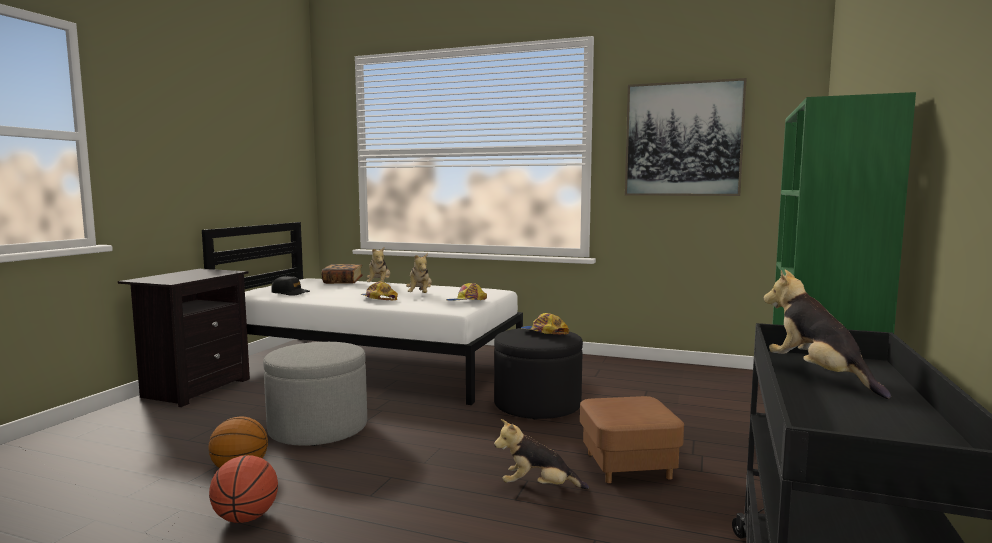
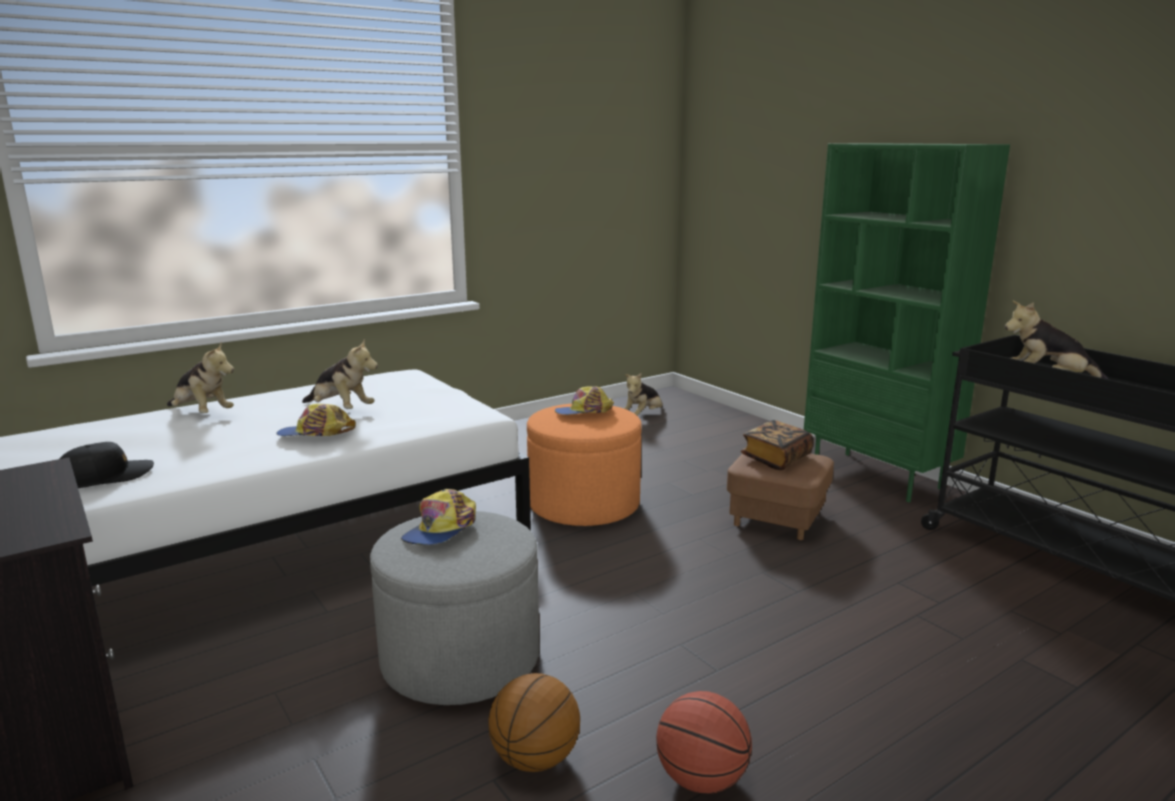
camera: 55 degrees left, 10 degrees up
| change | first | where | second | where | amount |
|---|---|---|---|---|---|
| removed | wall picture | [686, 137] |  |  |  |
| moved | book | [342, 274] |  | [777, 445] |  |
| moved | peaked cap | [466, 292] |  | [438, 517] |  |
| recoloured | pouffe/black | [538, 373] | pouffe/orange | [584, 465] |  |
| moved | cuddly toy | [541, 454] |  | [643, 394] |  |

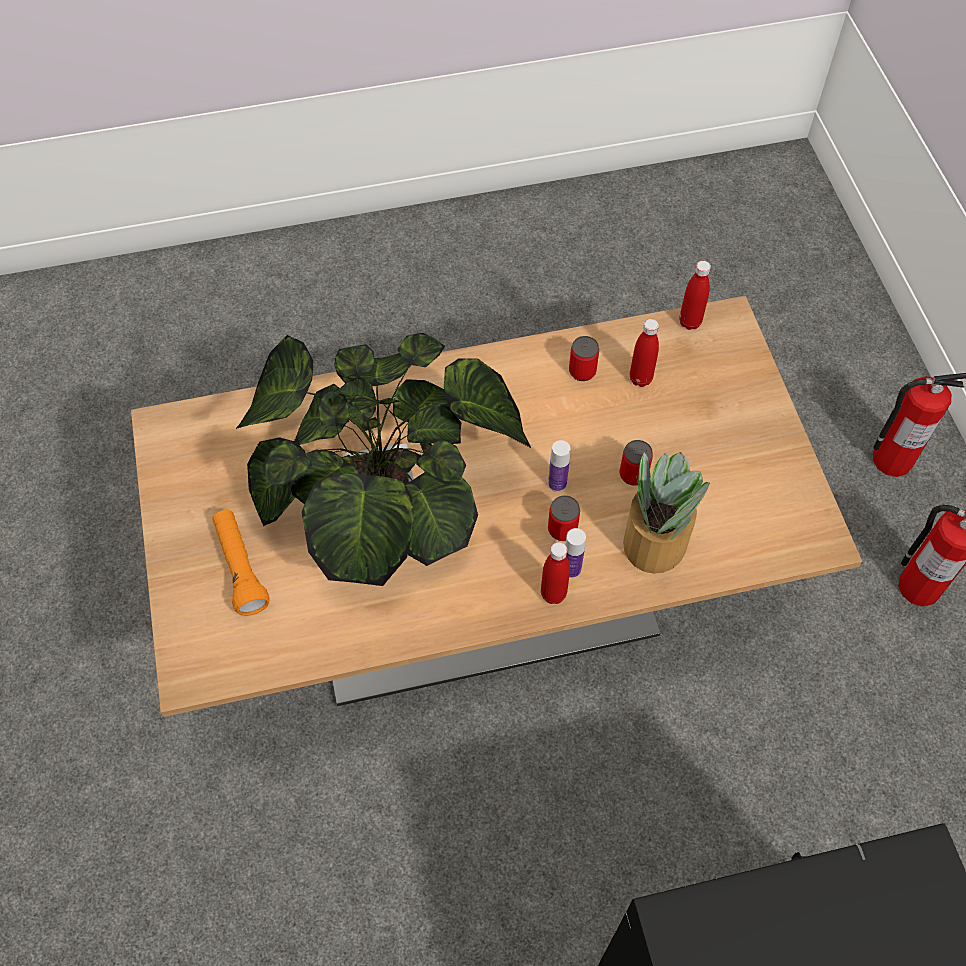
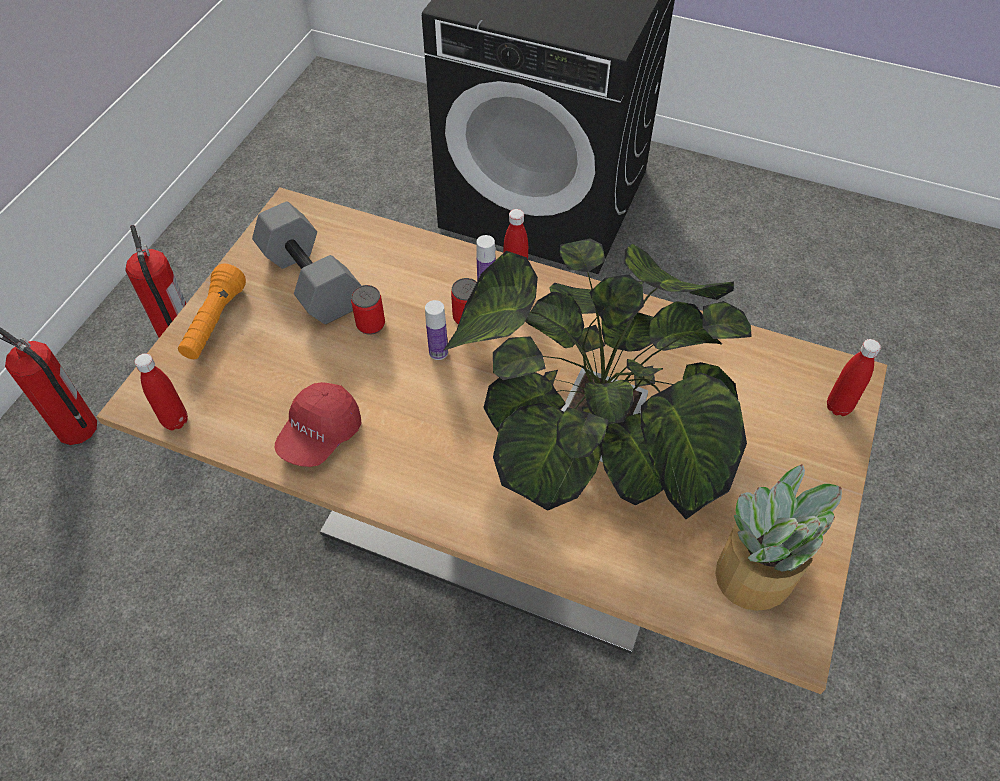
camera: 145 degrees left, 5 degrees down
| change | first | where | second | where | amount |
|---|---|---|---|---|---|
| moved | drink bottle/red-coloured | [644, 353] |  | [854, 377] |  |
| replaced | can | [584, 358] | peaked cap/red-coloured | [318, 424] |  |
| moved | houseplant | [666, 513] |  | [778, 537] |  |
| moved | flashlight/orange | [240, 563] |  | [212, 311] |  |
| added |  |  | free weight/greyish | [306, 262] |  |

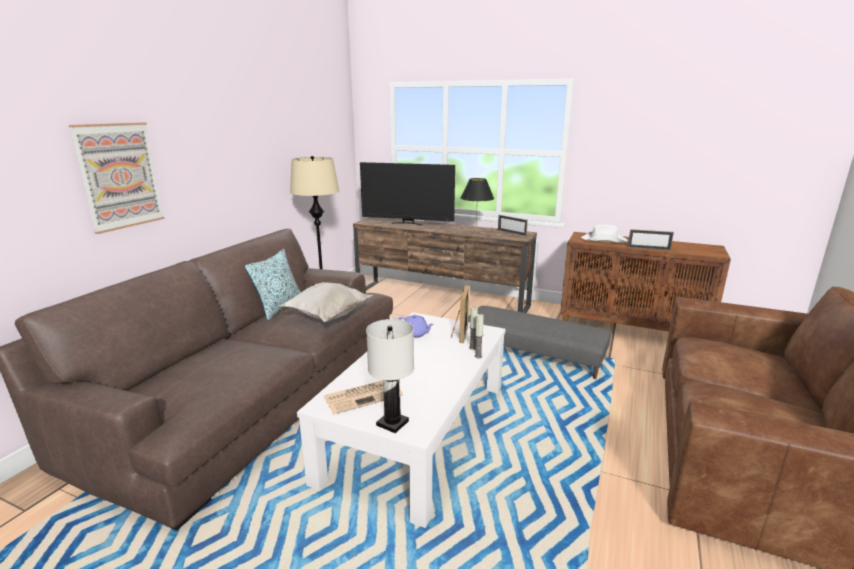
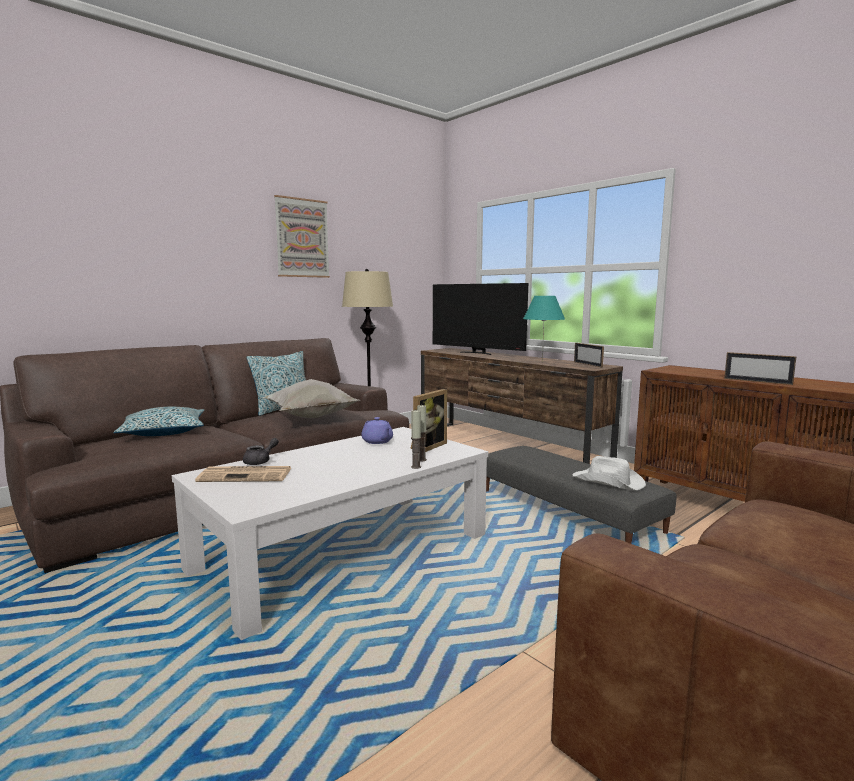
camera: 25 degrees right, 10 degrees down
| change | first | where | second | where | amount |
|---|---|---|---|---|---|
| moved | wall picture | [117, 178] |  | [302, 236] |  |
| recoloured | lamp for a table/black | [477, 201] | lamp for a table/blue-green | [544, 329] |  |
| moved | clothing hat/white-coloured | [604, 234] |  | [609, 473] |  |
| removed | lamp for a table/white-coloured | [390, 376] |  |  |  |
| added |  |  | pillow | [159, 421] |  |
| added |  |  | teapot/greyish | [261, 451] |  |

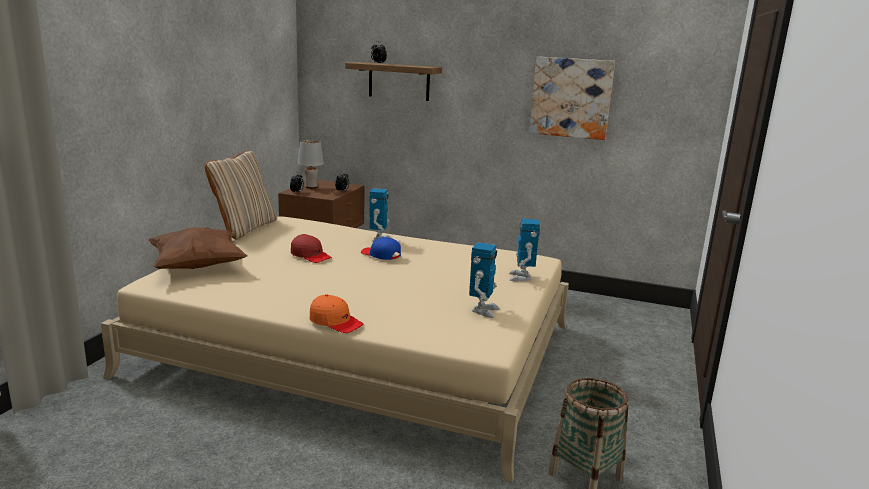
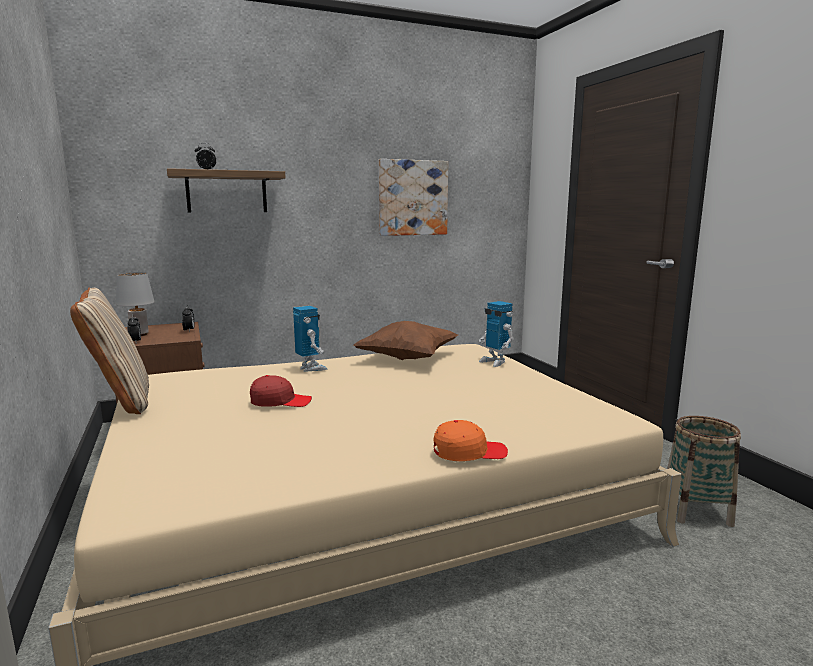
camera: 40 degrees left, 5 degrees down
| change | first | where | second | where | amount |
|---|---|---|---|---|---|
| moved | pillow/brownish | [198, 248] |  | [405, 340] |  |
| removed | peaked cap/bluish | [381, 248] |  |  |  |
| removed | model robot | [484, 280] |  |  |  |

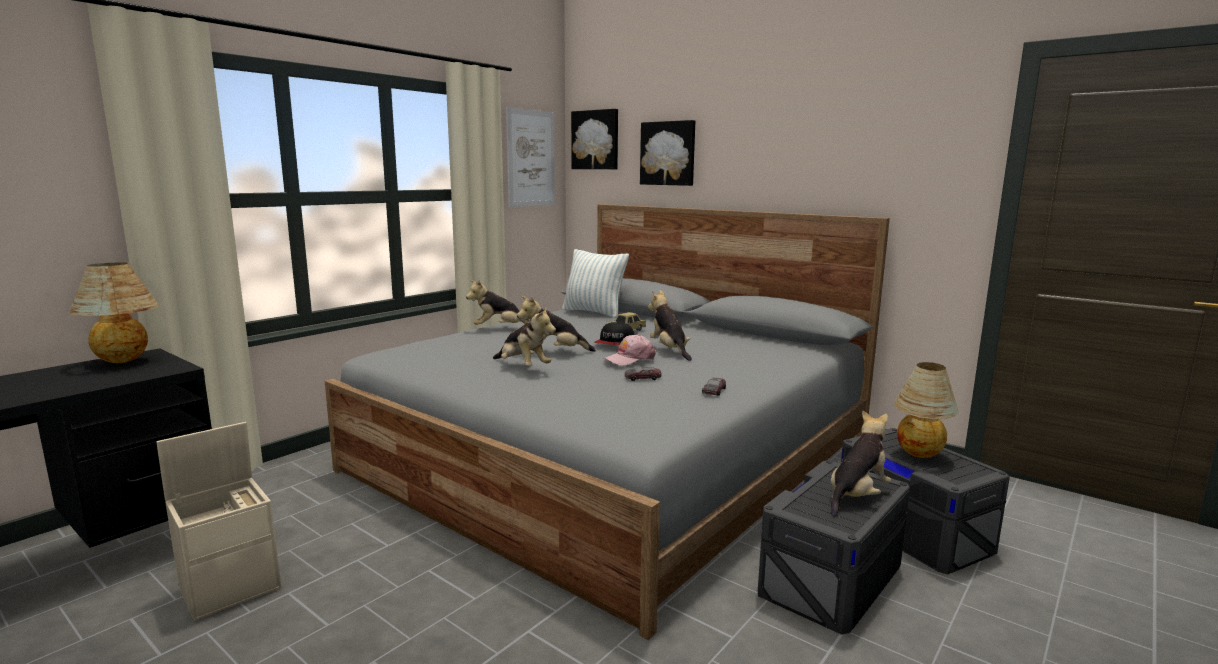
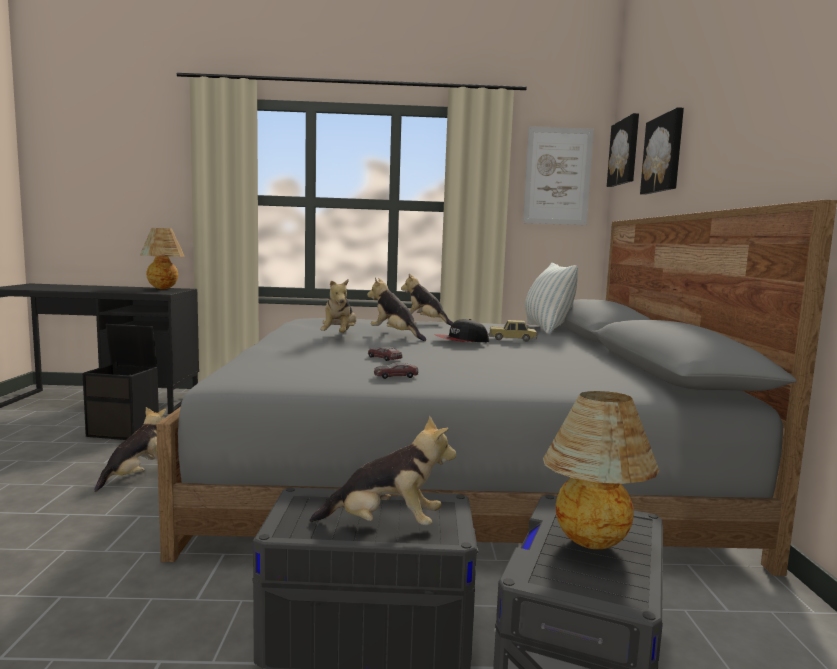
camera: 50 degrees right, 5 degrees down
| change | first | where | second | where | amount |
|---|---|---|---|---|---|
| moved | cuddly toy | [670, 325] |  | [130, 449] |  |
| removed | peaked cap/pinkish | [630, 350] |  |  |  |
| recoloured | storage box/sand-coloured | [218, 521] | storage box/black | [121, 382] |  |

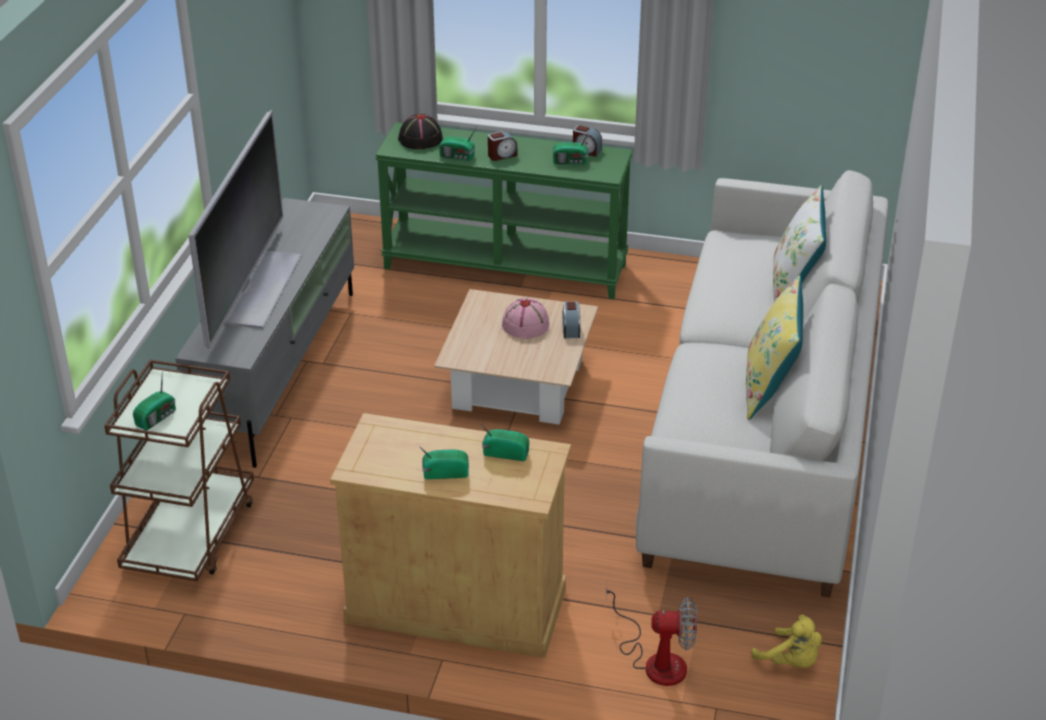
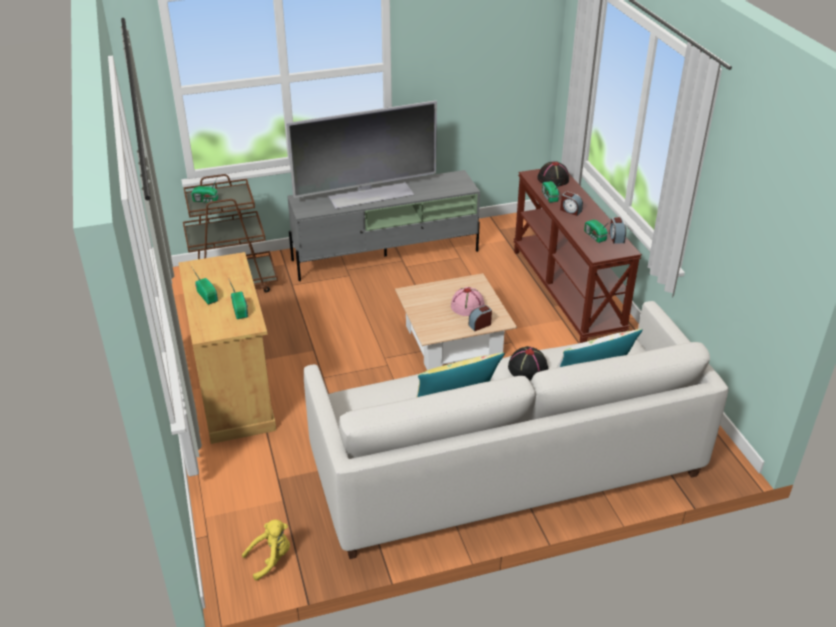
camera: 60 degrees right, 0 degrees up
| change | first | where | second | where | amount |
|---|---|---|---|---|---|
| recoloured | narrow table/greenish | [504, 211] | narrow table/brownish | [577, 256] |  |
| removed | electric fan | [651, 635] |  |  |  |
| turned | cuddly toy/yellowish | [786, 641] |  | [266, 550] | 135 degrees counterclockwise |
| added |  |  | clothing hat/black | [528, 363] |  |

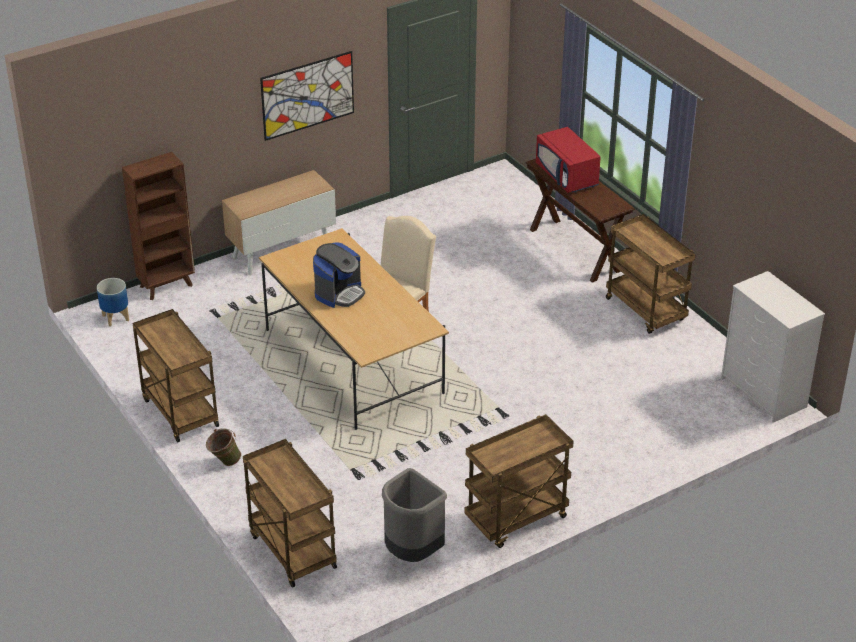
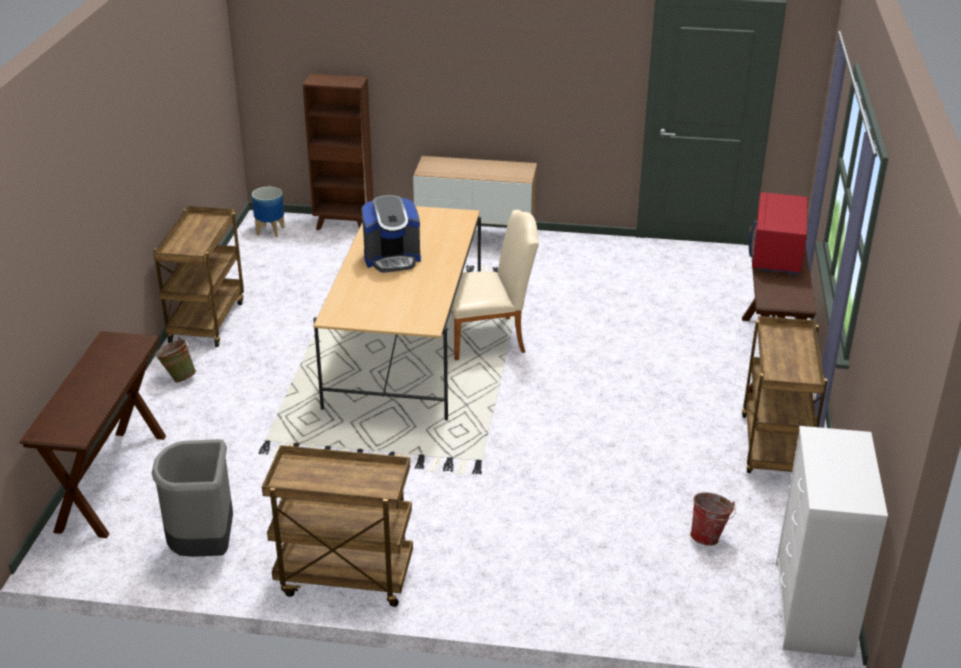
camera: 40 degrees right, 5 degrees down
| change | first | where | second | where | amount |
|---|---|---|---|---|---|
| removed | wall picture | [307, 96] |  |  |  |
| replaced | wheeled cart/brownish | [290, 513] | narrow table/brownish | [92, 434] |  |
| added |  |  | bucket | [713, 519] |  |

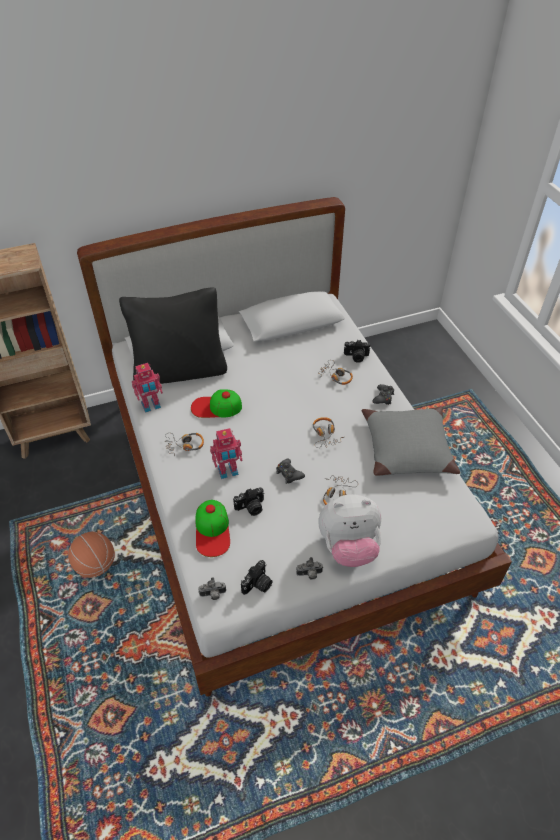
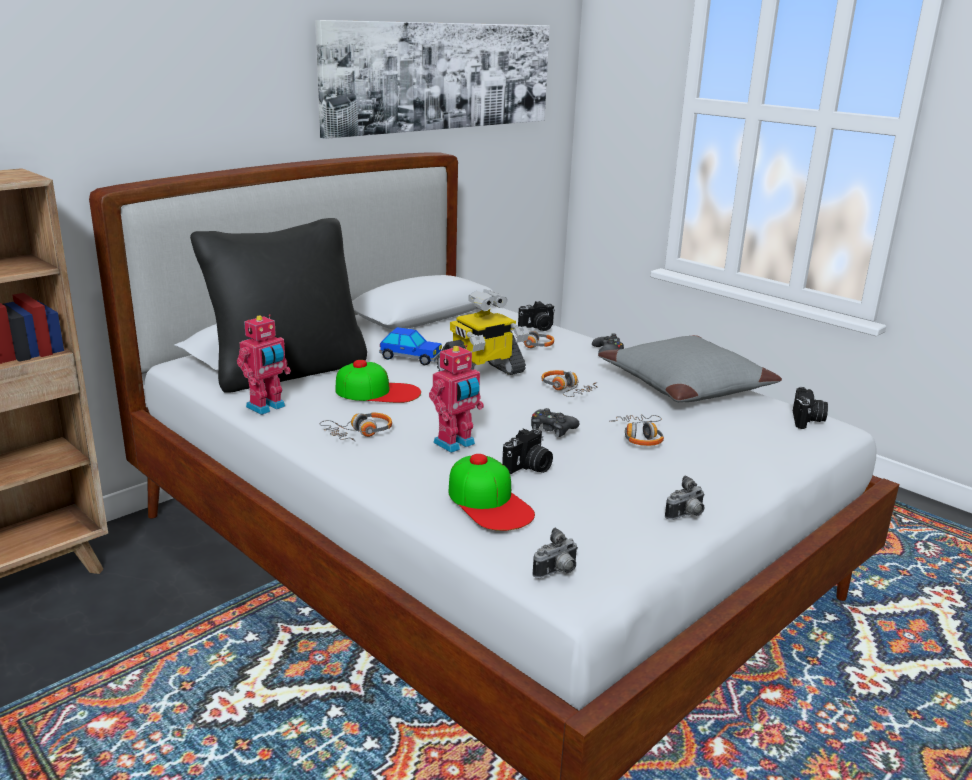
camera: 25 degrees left, 25 degrees down
| change | first | where | second | where | amount |
|---|---|---|---|---|---|
| turned | peaked cap | [216, 403] |  | [378, 381] | 150 degrees counterclockwise |
| removed | cuddly toy | [349, 530] |  |  |  |
| removed | ball for basketball | [91, 555] |  |  |  |
| moved | still camera | [257, 577] |  | [810, 408] |  |
| added |  |  | wall picture | [432, 79] |  |
| added |  |  | model robot | [483, 332] |  |
| added |  |  | model car | [410, 346] |  |

